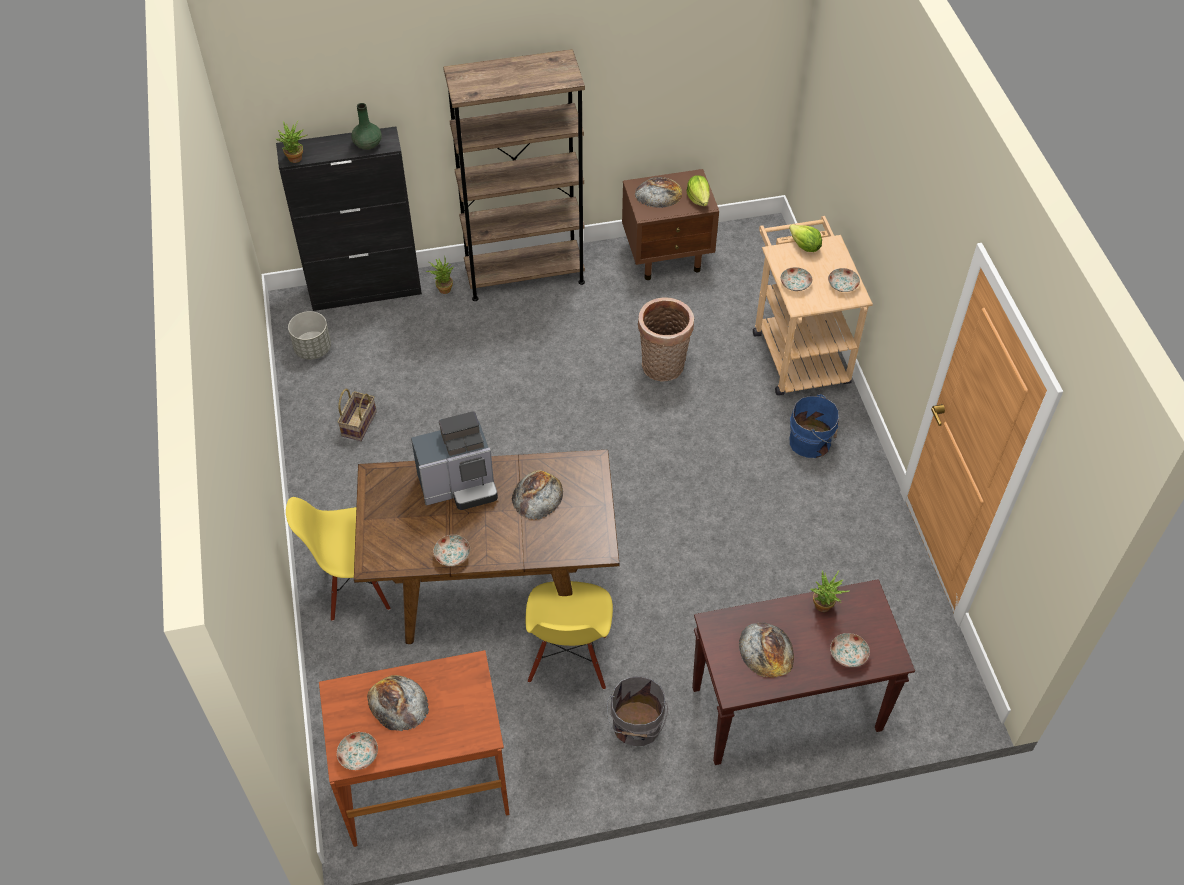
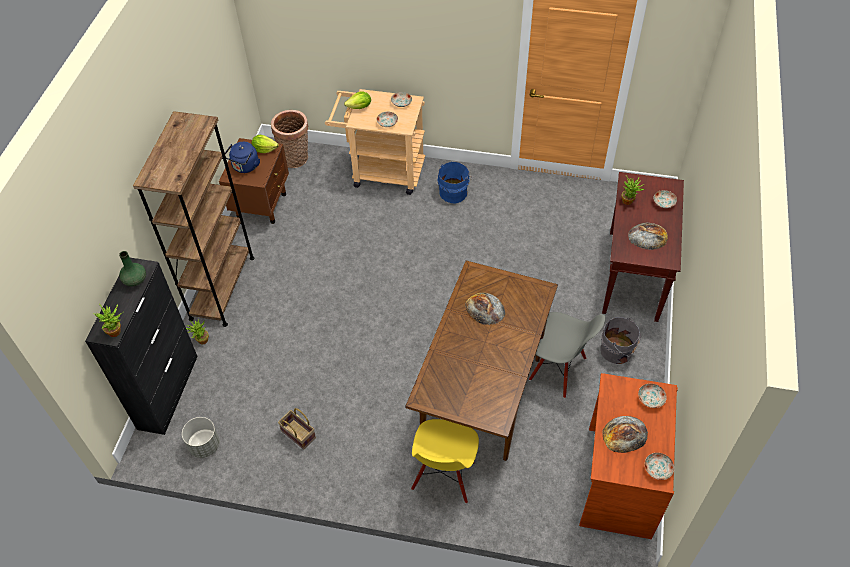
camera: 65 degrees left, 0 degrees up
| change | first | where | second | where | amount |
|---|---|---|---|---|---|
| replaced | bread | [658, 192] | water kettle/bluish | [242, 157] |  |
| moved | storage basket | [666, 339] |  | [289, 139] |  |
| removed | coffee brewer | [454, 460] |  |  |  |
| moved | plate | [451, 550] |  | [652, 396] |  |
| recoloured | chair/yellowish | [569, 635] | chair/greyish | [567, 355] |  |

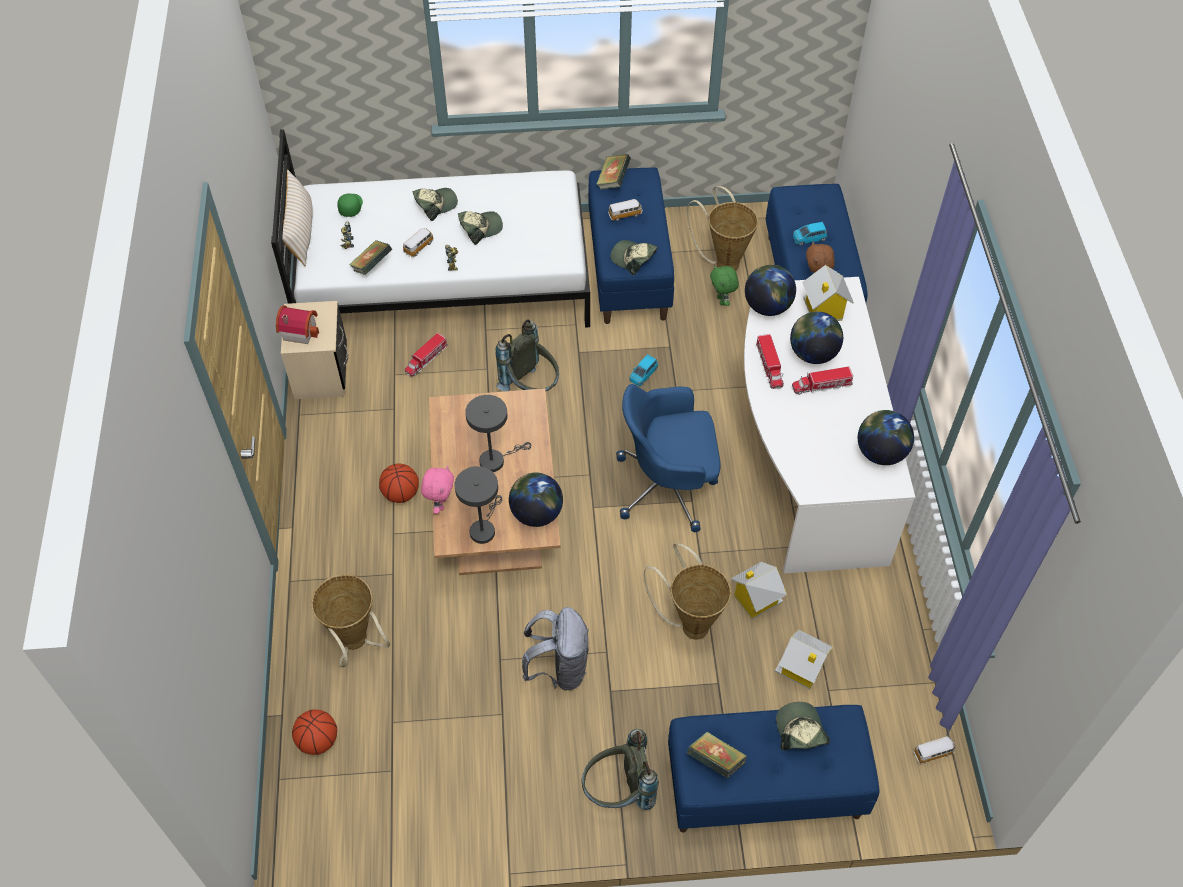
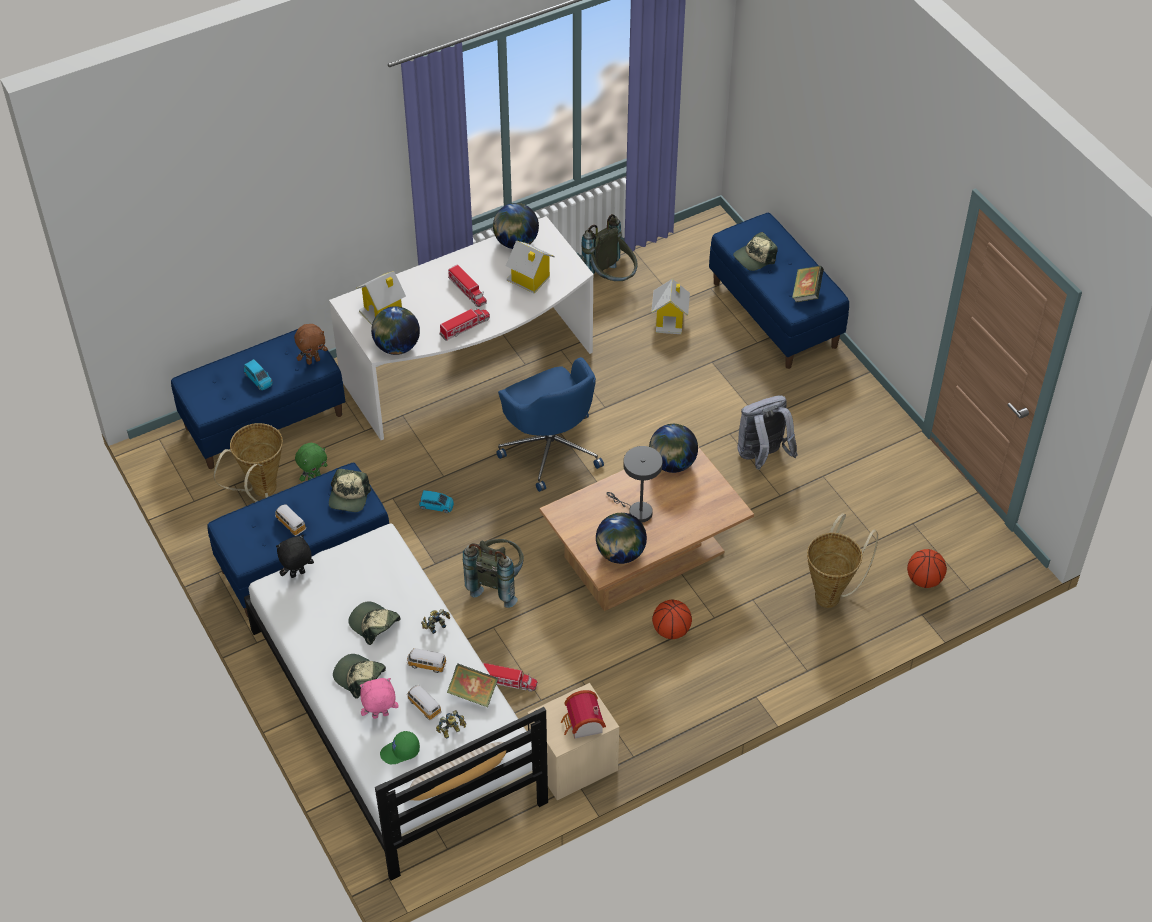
camera: 115 degrees left, 5 degrees down
| change | first | where | second | where | amount |
|---|---|---|---|---|---|
| removed | book | [613, 172] |  |  |  |
| moved | globe | [816, 337] |  | [621, 538] |  |
| moved | cuddly toy/pinkish | [437, 490] |  | [379, 698] |  |
| removed | lamp for a table/greyish | [478, 505] |  |  |  |
| removed | storage basket | [687, 591] |  |  |  |
| moved | model house | [759, 591] |  | [530, 267] |  |
| moved | backpack/greyish | [620, 769] |  | [609, 247] |  |
| moved | model car | [934, 749] |  | [424, 702] |  |
| added |  |  | cuddly toy/black | [295, 556] |  |

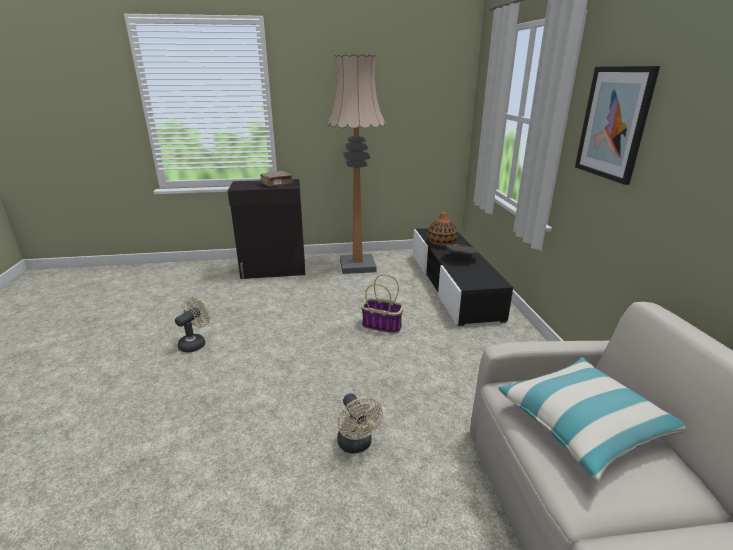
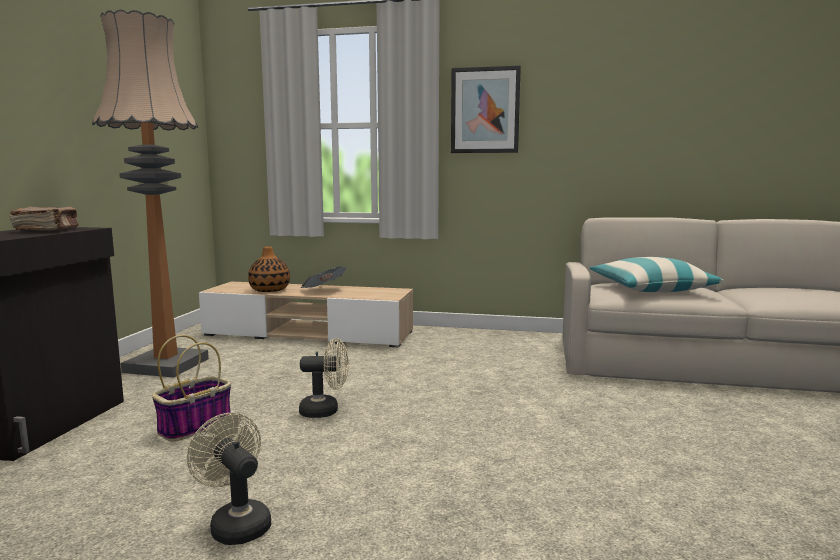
camera: 70 degrees left, 15 degrees down
| change | first | where | second | where | amount |
|---|---|---|---|---|---|
| recoloured | media console/black | [463, 277] | media console/sand-coloured | [306, 314] |  |
| moved | storage basket | [382, 304] |  | [191, 388] |  |
| moved | electric fan/sand-coloured | [360, 423] |  | [324, 378] |  |

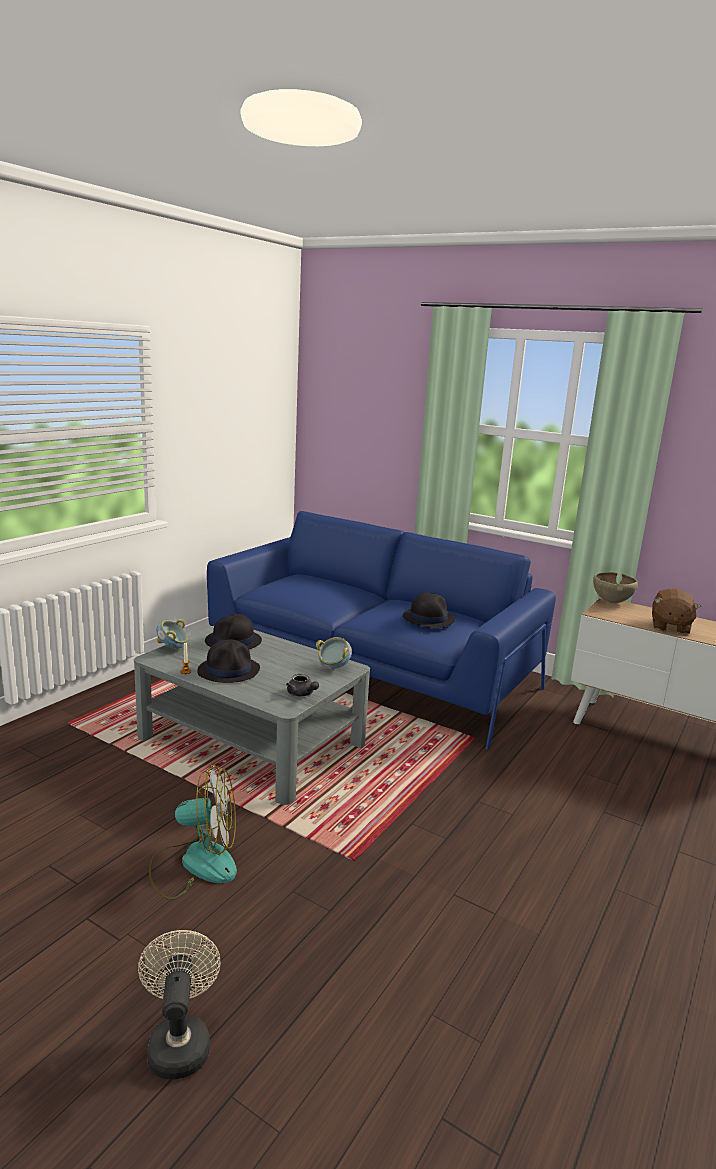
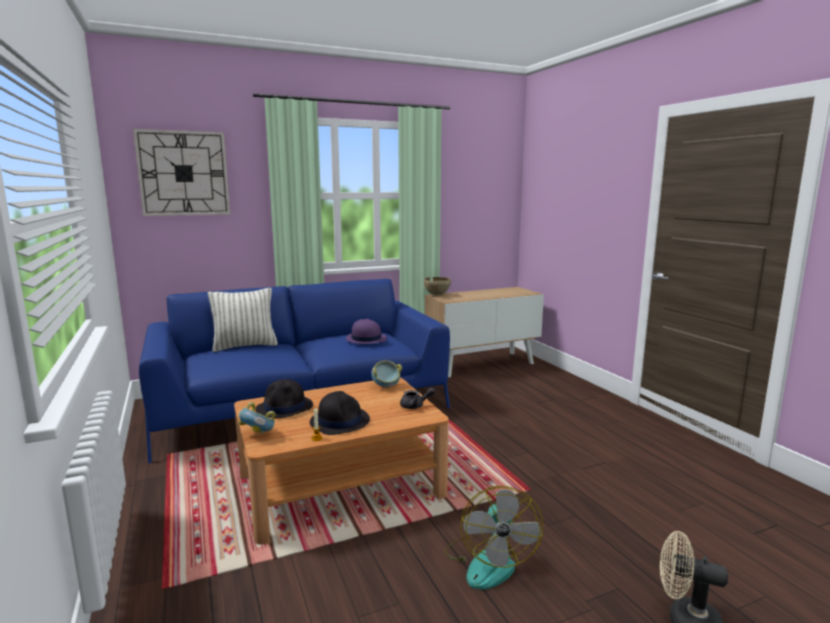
camera: 55 degrees left, 5 degrees down
| change | first | where | second | where | amount |
|---|---|---|---|---|---|
| removed | cuddly toy/brownish | [676, 611] |  |  |  |
| recoloured | clothing hat/black | [429, 610] | clothing hat/purple-coloured | [366, 331] |  |
| recoloured | coffee table/greyish | [252, 715] | coffee table/brownish | [341, 461] |  |
| turned | electric fan | [193, 832] |  | [493, 538] | 150 degrees clockwise |
| added |  |  | hanging clock | [181, 172] |  |
| added |  |  | pillow | [243, 320] |  |

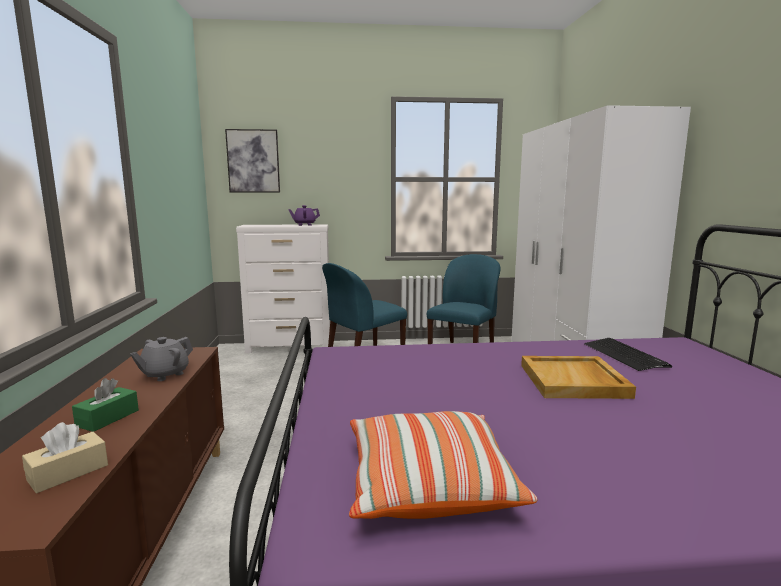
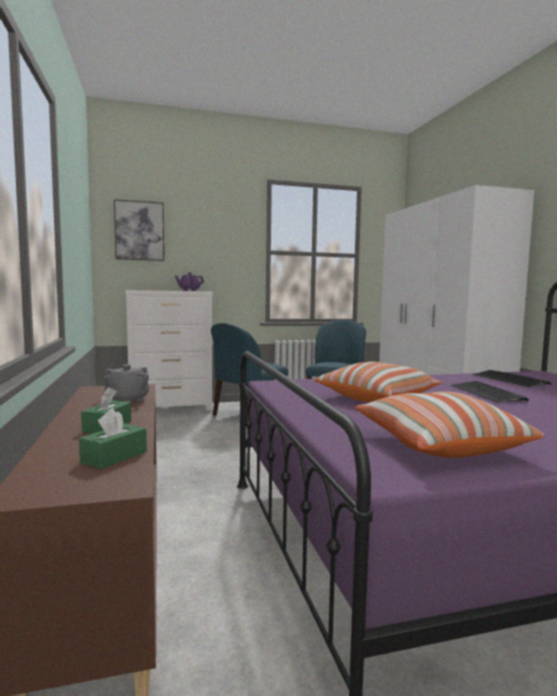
camera: 10 degrees left, 5 degrees down
| change | first | where | second | where | amount |
|---|---|---|---|---|---|
| replaced | carrying tray/sand-coloured | [578, 377] | PC keyboard | [490, 392] |  |
| recoloured | tissue holder/sand-coloured | [65, 457] | tissue holder/greenish | [113, 438] |  |
| added |  |  | pillow | [379, 382] |  |

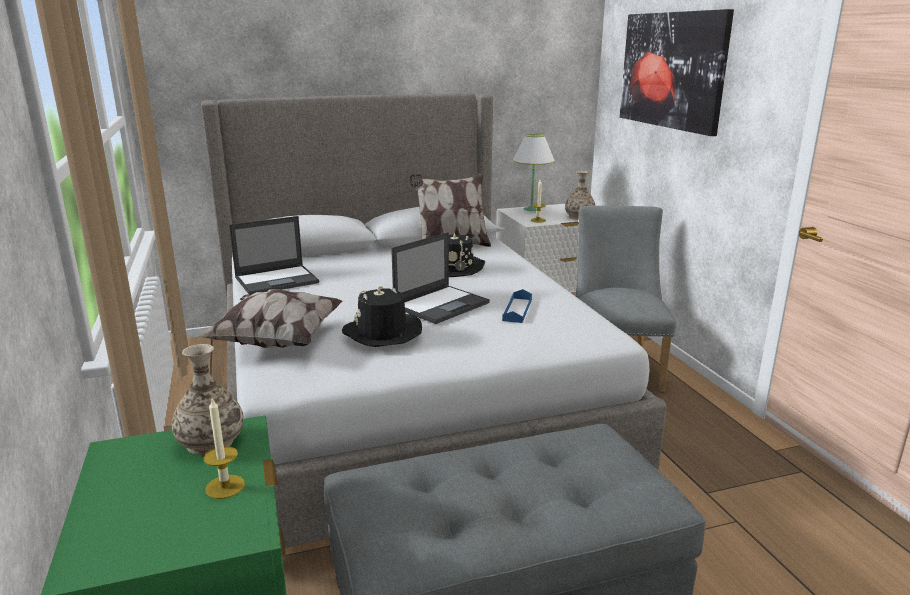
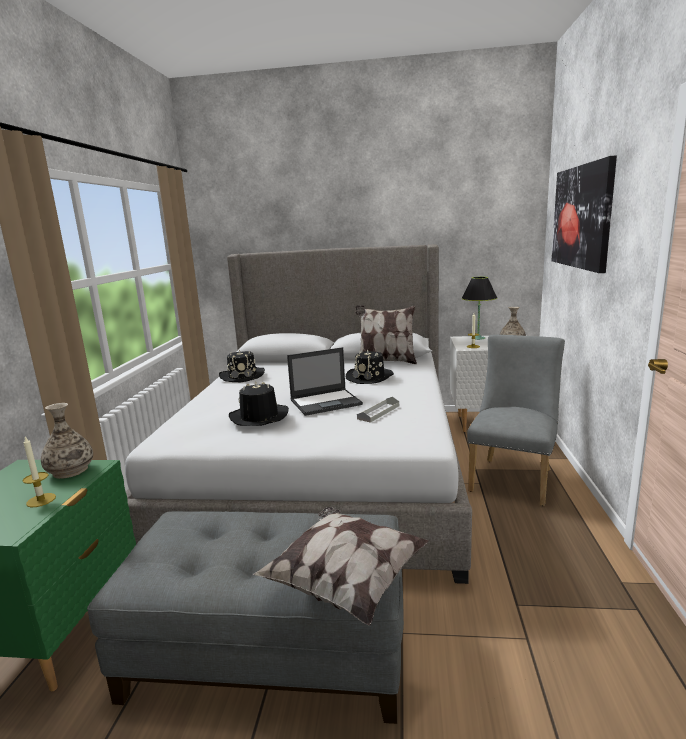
camera: 25 degrees right, 5 degrees down
| change | first | where | second | where | amount |
|---|---|---|---|---|---|
| recoloured | lamp for a table/white-coloured | [534, 172] | lamp for a table/black | [479, 308] |  |
| replaced | notebook computer | [274, 255] | clothing hat/black | [242, 365] |  |
| moved | pillow | [270, 318] |  | [341, 566] |  |
| recoloured | carrying tray/bluish | [517, 306] | carrying tray/greyish | [378, 410] |  |

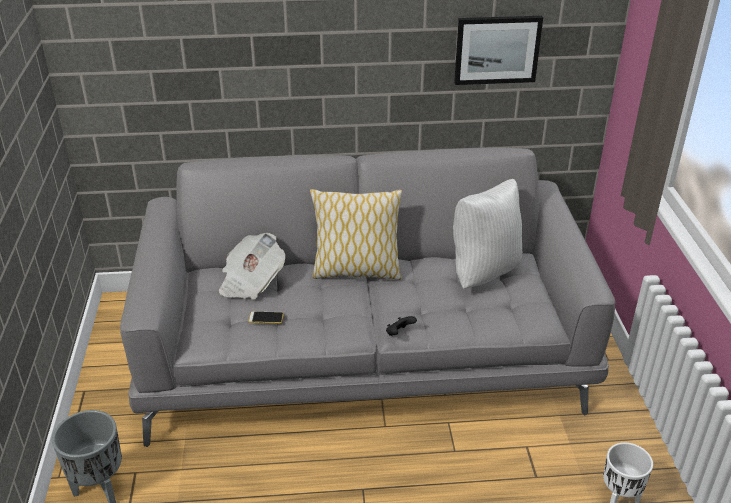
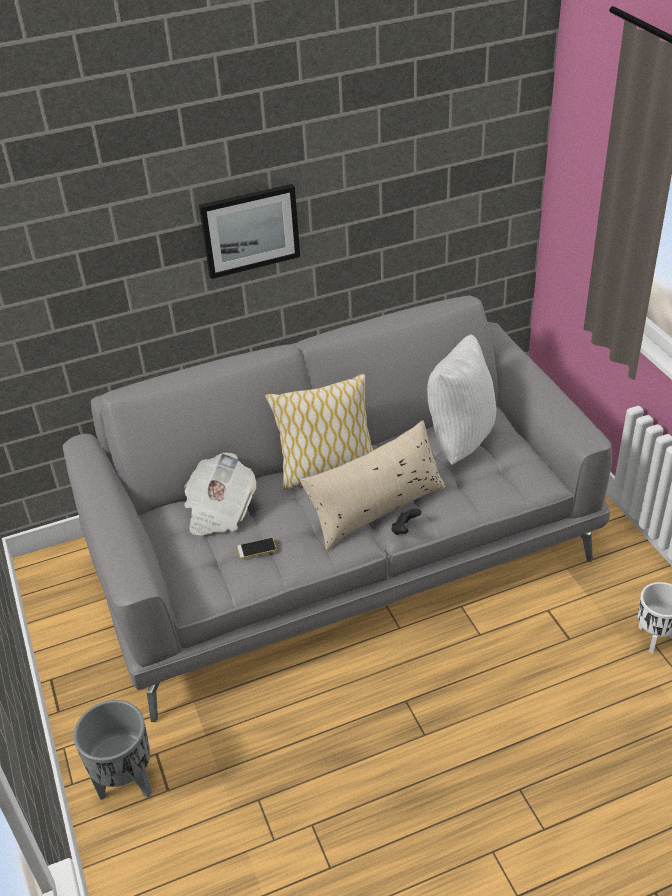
camera: 15 degrees left, 5 degrees up
| change | first | where | second | where | amount |
|---|---|---|---|---|---|
| moved | wall picture | [498, 50] |  | [249, 231] |  |
| added |  |  | pillow/sand-coloured | [373, 485] |  |

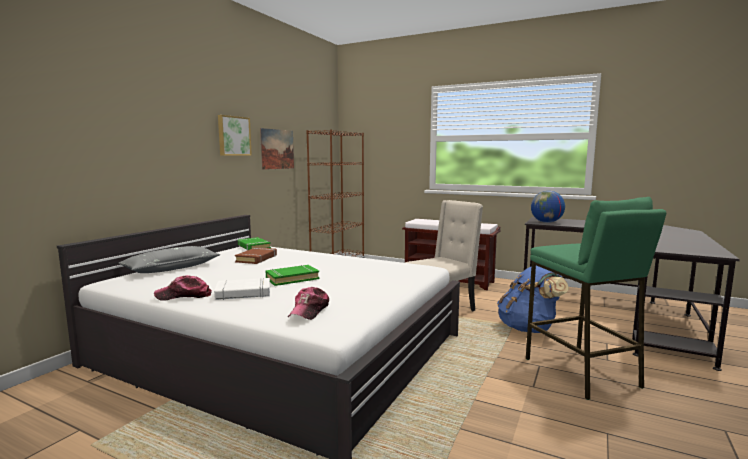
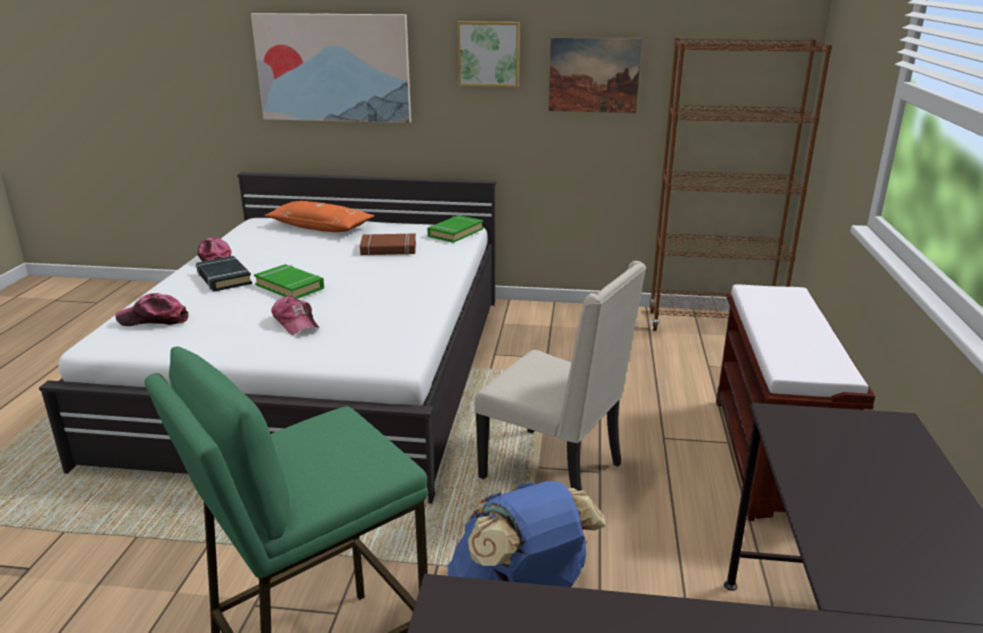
camera: 70 degrees right, 15 degrees up
| change | first | where | second | where | amount |
|---|---|---|---|---|---|
| removed | globe | [548, 207] |  |  |  |
| recoloured | pillow/greyish | [169, 259] | pillow/orange | [319, 216] |  |
| recoloured | book/white-coloured | [242, 289] | book/black | [224, 274] |  |
| added |  |  | wall picture | [331, 68] |  |
| added |  |  | peaked cap | [295, 315] |  |

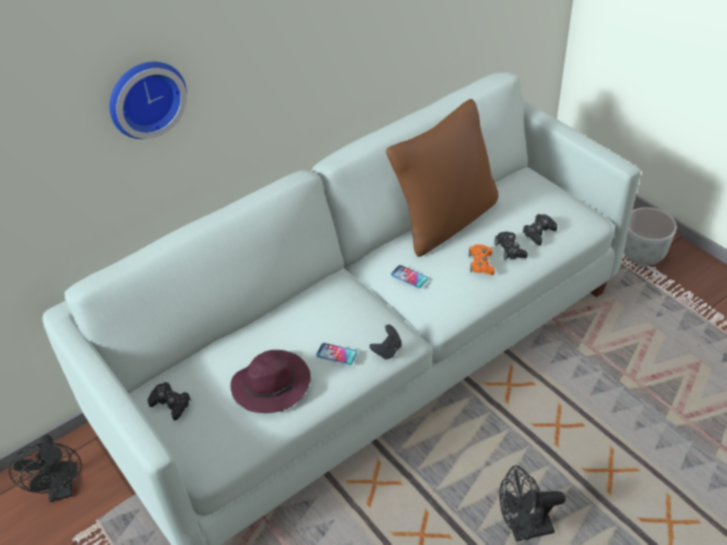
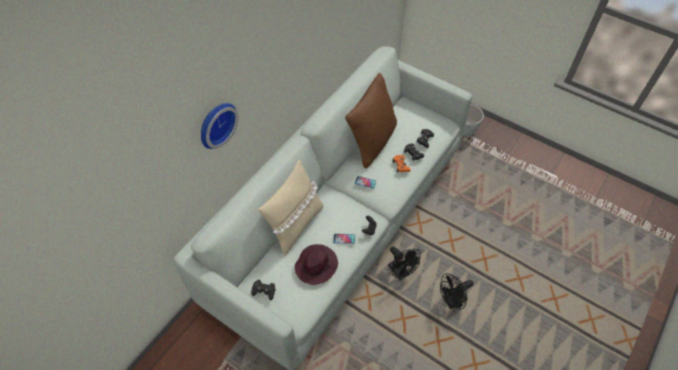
camera: 20 degrees left, 10 degrees up
| change | first | where | second | where | amount |
|---|---|---|---|---|---|
| moved | electric fan/black | [45, 468] |  | [404, 263] |  |
| added |  |  | pillow/sand-coloured | [291, 208] |  |

